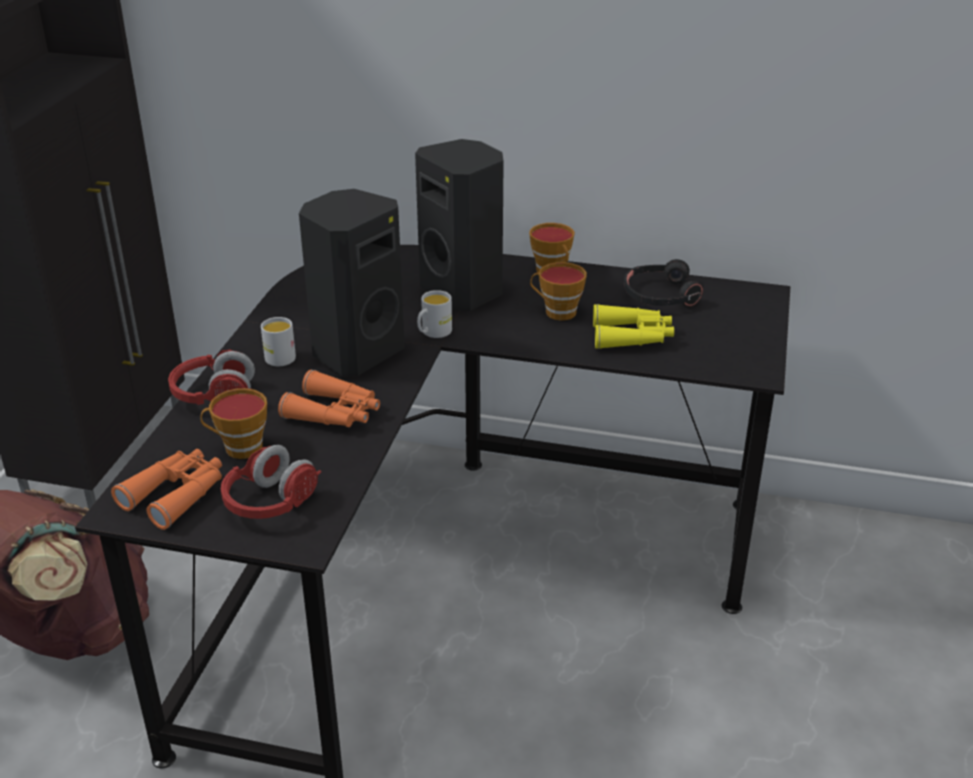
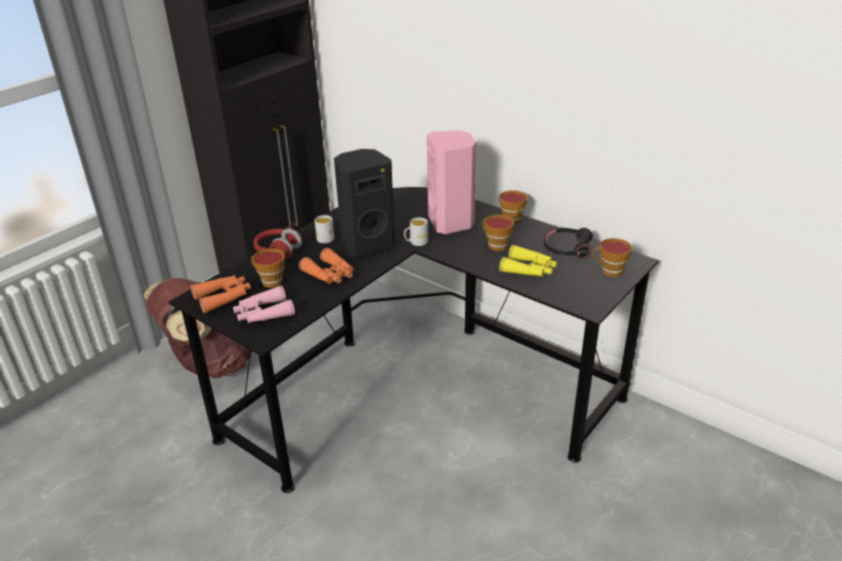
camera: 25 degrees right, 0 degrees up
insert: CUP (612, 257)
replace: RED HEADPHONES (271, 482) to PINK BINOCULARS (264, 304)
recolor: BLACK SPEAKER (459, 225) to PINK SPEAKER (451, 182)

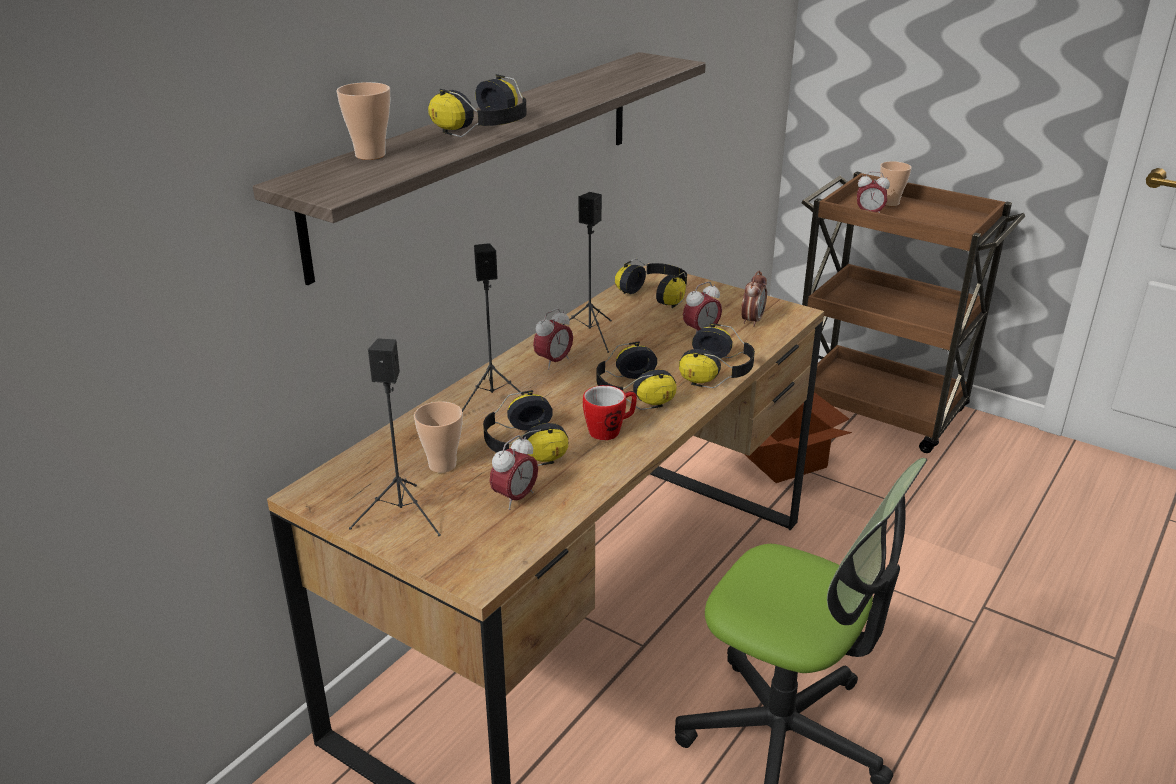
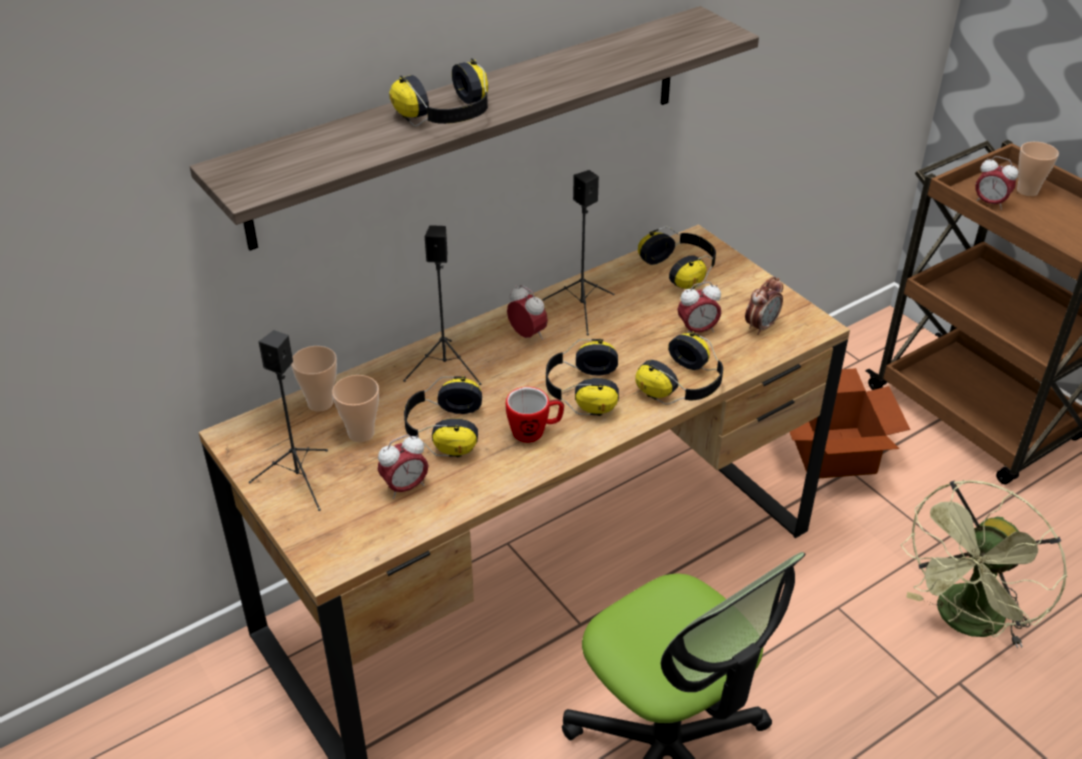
camera: 20 degrees right, 10 degrees up
insert: GREEN FAN (984, 564)
move: CUP (363, 121) to (314, 379)
rotate: ALARM CLOCK (553, 339) = (527, 312) 105 degrees counterclockwise

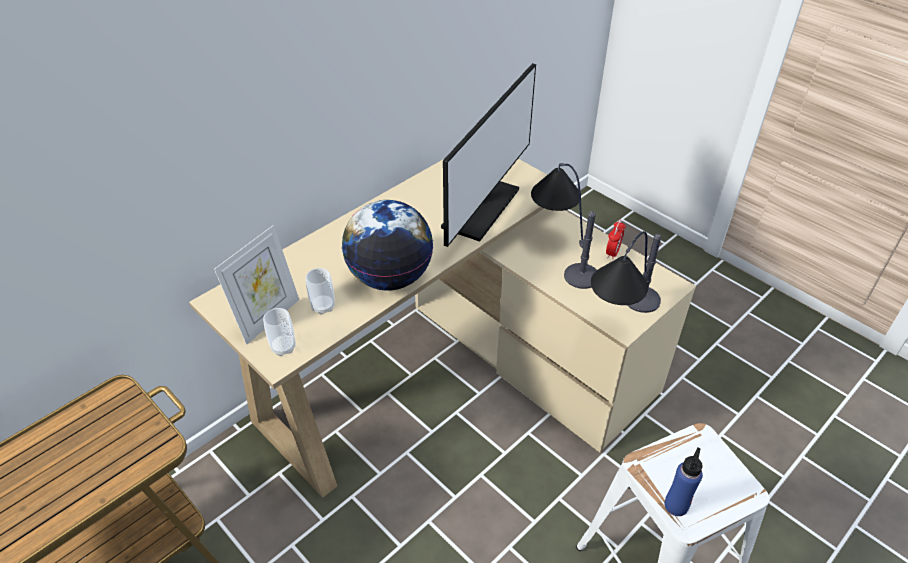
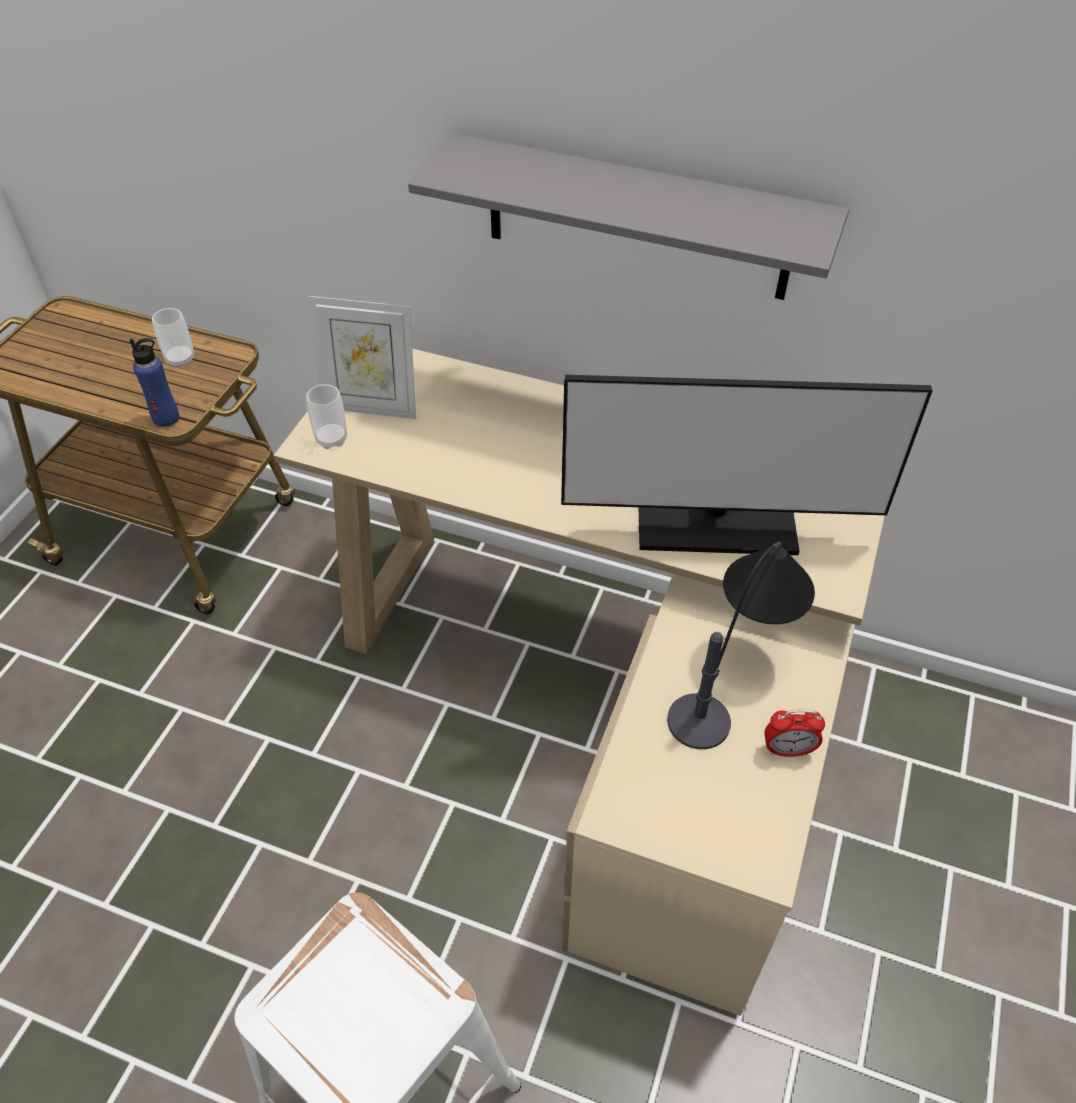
camera: 65 degrees right, 5 degrees up
delete: GLOBE (387, 245); TABLE LAMP (626, 272)
insert: GREY SHELF (628, 216)
move: BLUE BOTTLE (684, 481) to (154, 382); CUP (320, 291) to (173, 338)

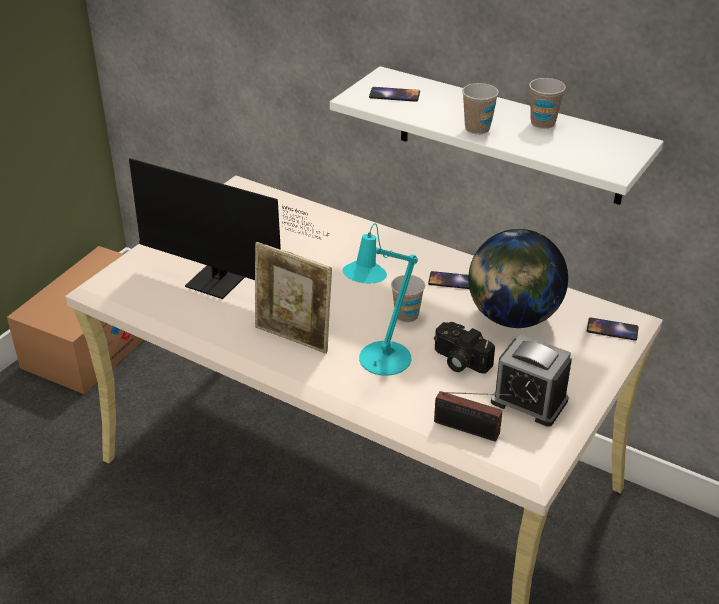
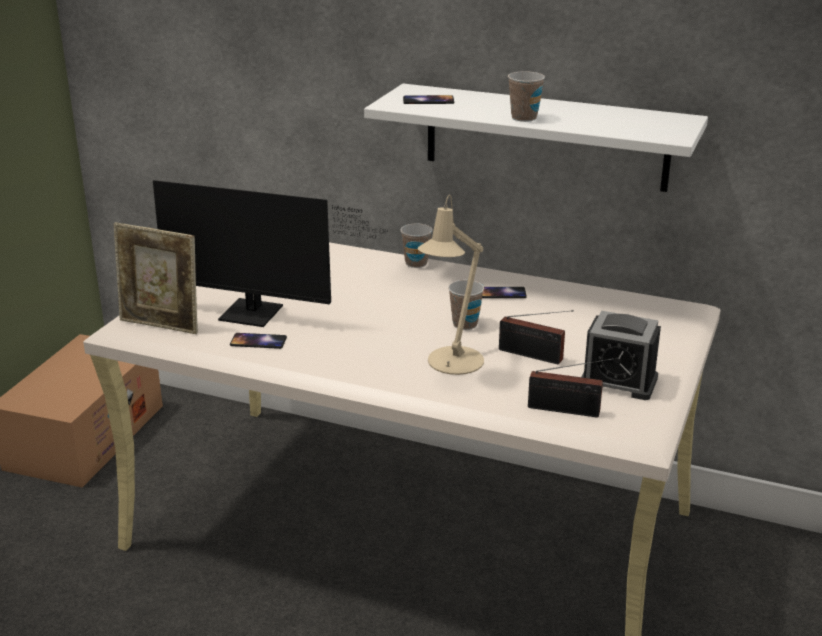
camera: 10 degrees left, 10 degrees down
delete: GLOBE (518, 278)
move: PICTURE FRAME (293, 298) to (156, 278); PHONE (613, 329) to (258, 341); CUP (547, 103) to (416, 245)
replace: PHOTO CAMERA (464, 348) to RADIO (536, 337)
recolor: TURQUOISE TABLE LAMP (380, 299) to BEIGE TABLE LAMP (451, 285)

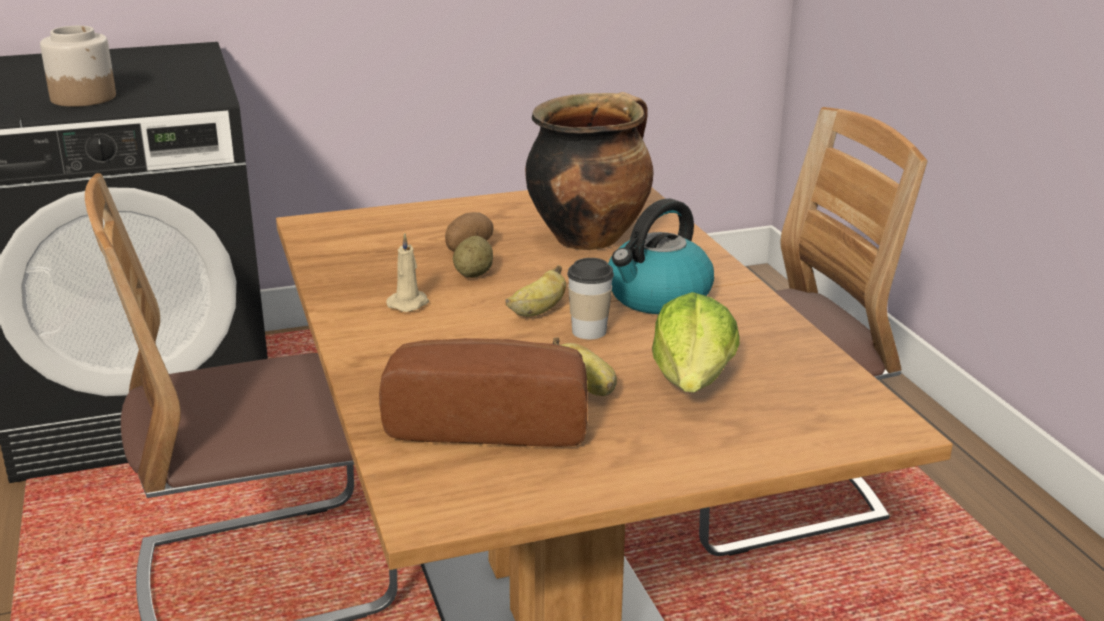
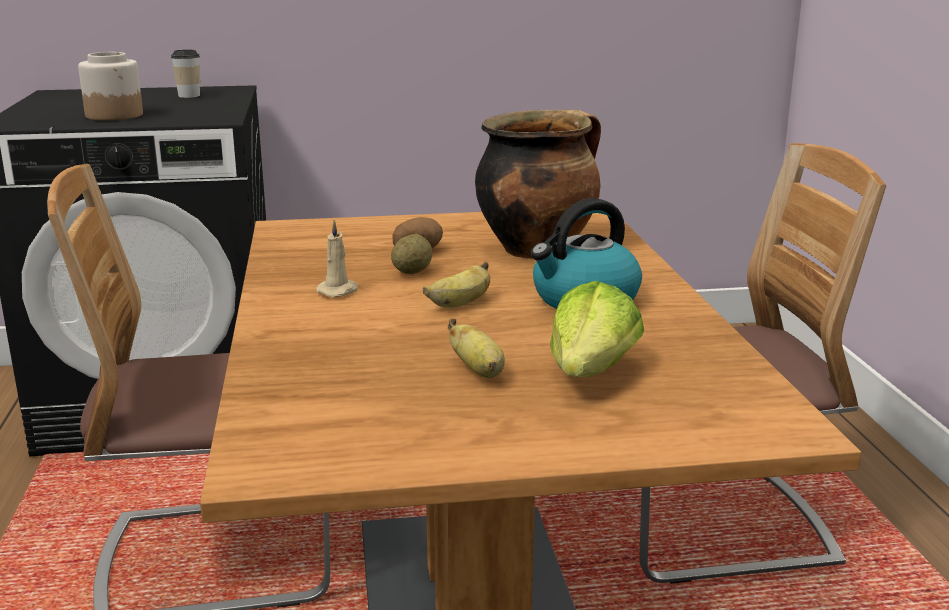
camera: 10 degrees right, 5 degrees down
delete: BREAD (483, 392)
move: CUP (590, 298) to (185, 74)

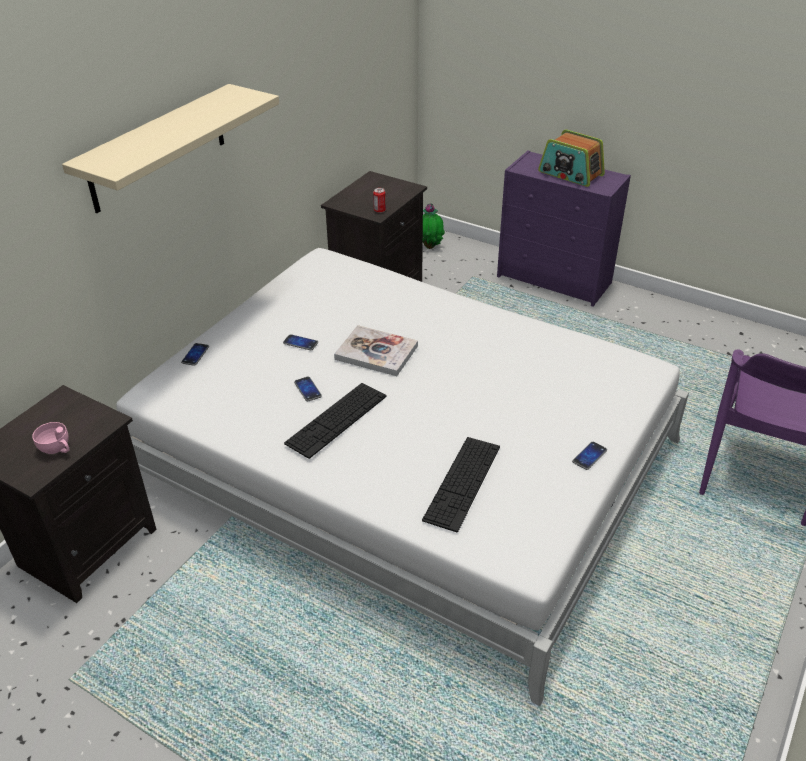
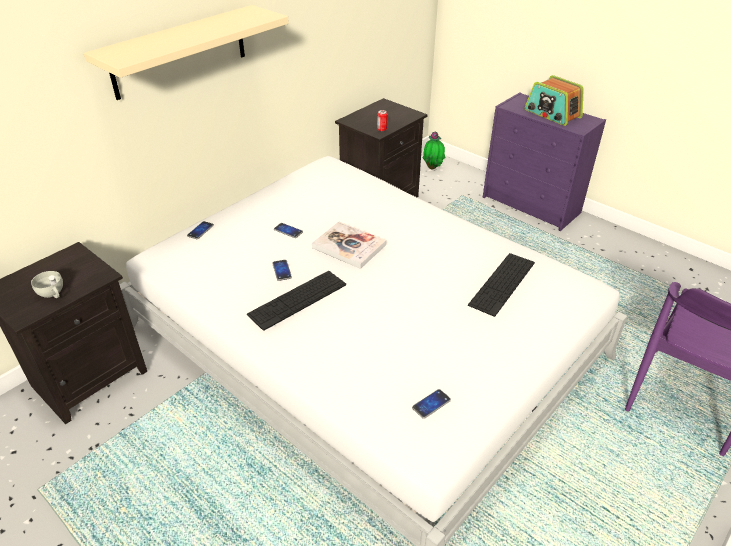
camera: 10 degrees right, 0 degrees up
move: PHONE (589, 456) to (431, 404); KEYBOARD (461, 484) to (501, 285)
recolor: PINK CUP (51, 438) to WHITE CUP (47, 284)

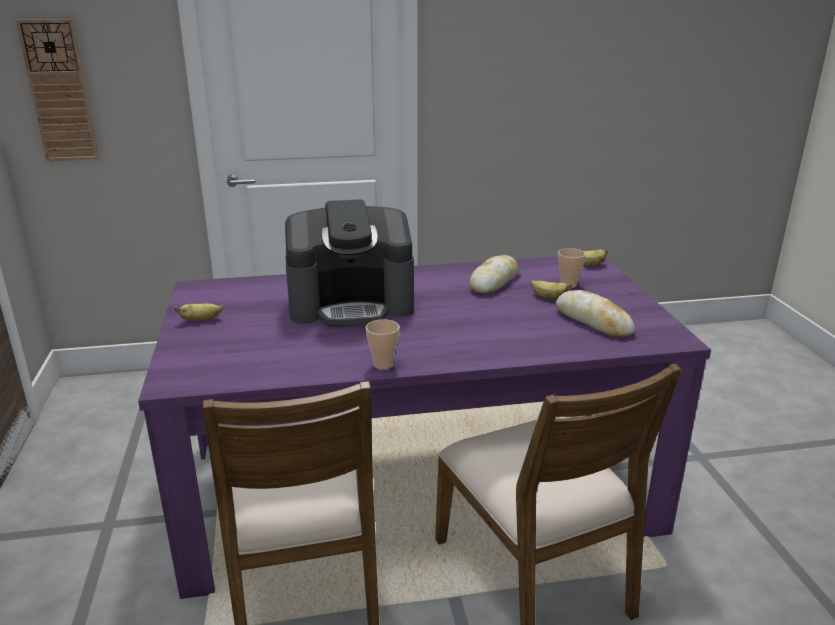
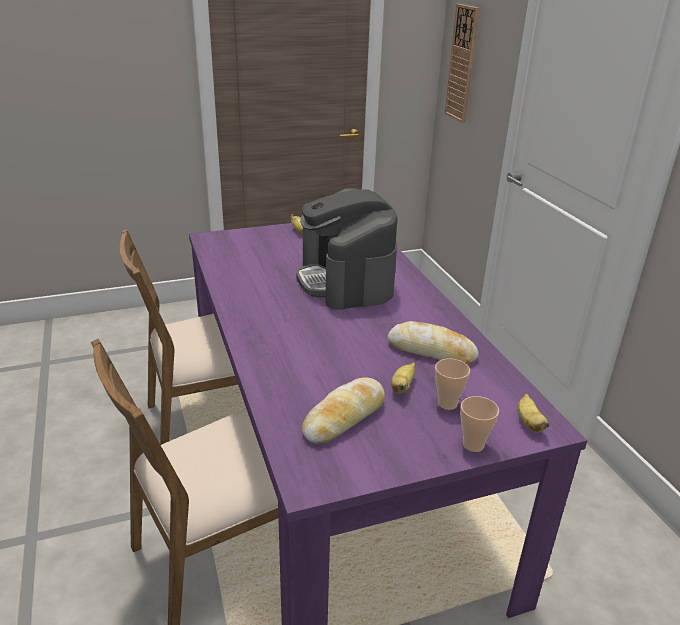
camera: 80 degrees right, 5 degrees up
move: CUP (383, 344) to (479, 424)

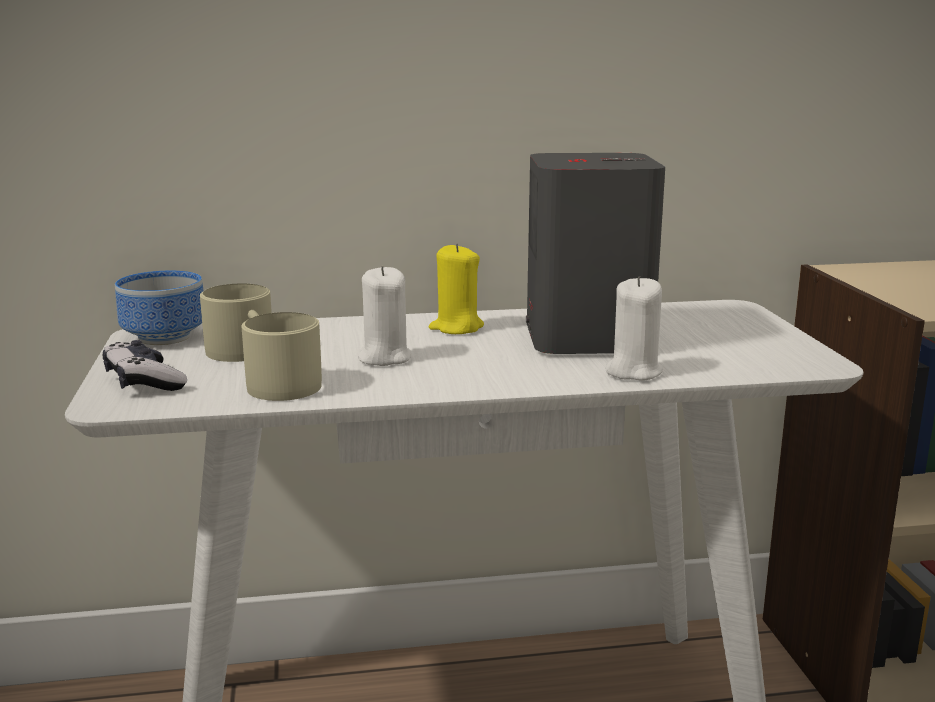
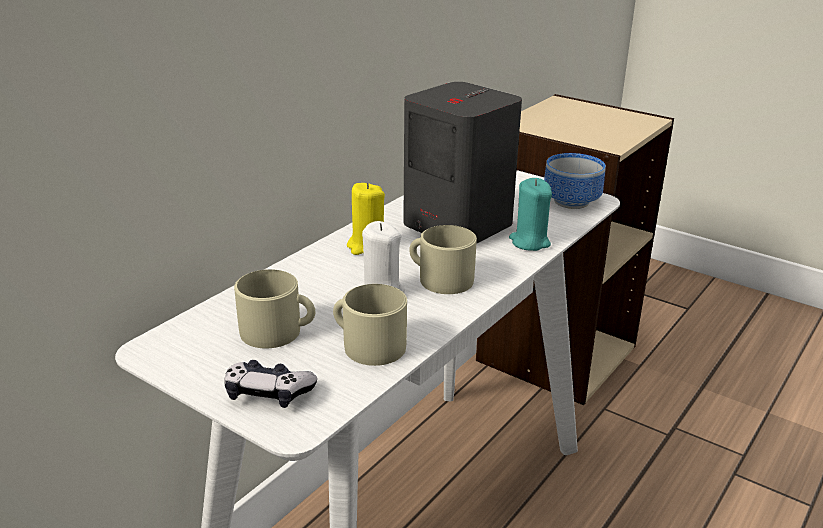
camera: 45 degrees left, 10 degrees up
insert: BEIGE MUG (443, 259)
move: BOWL (159, 308) to (575, 181)
recolor: WHITE CANDLE (634, 328) to TURQUOISE CANDLE (530, 214)

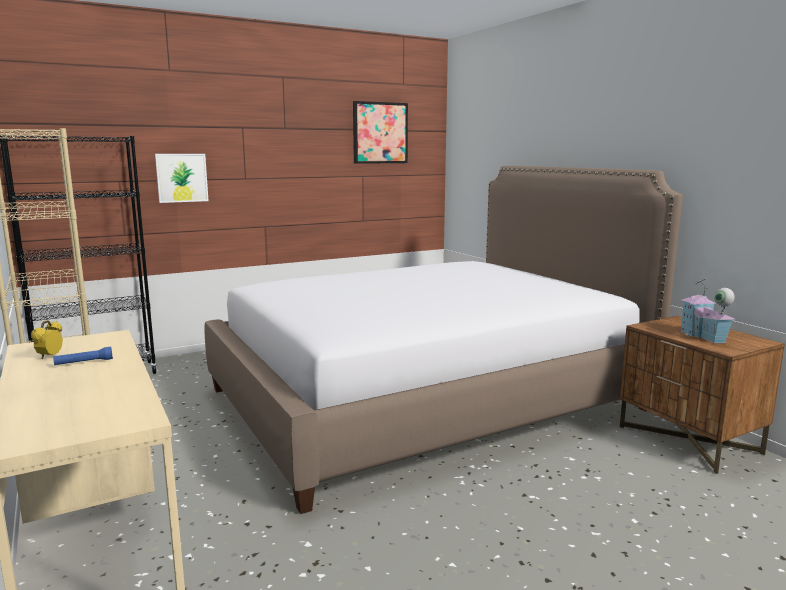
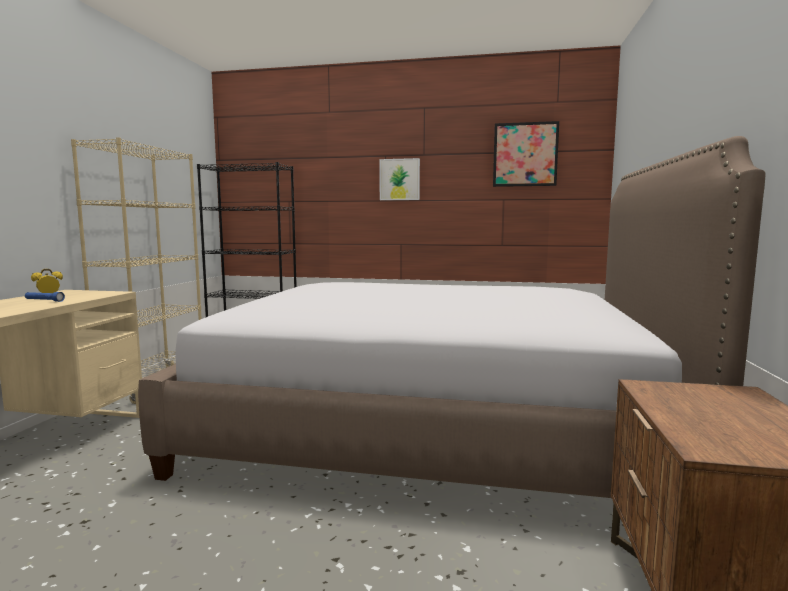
camera: 40 degrees right, 5 degrees down
delete: TOY HOUSE (707, 311)
move: PICTURE (182, 178) to (399, 179)

